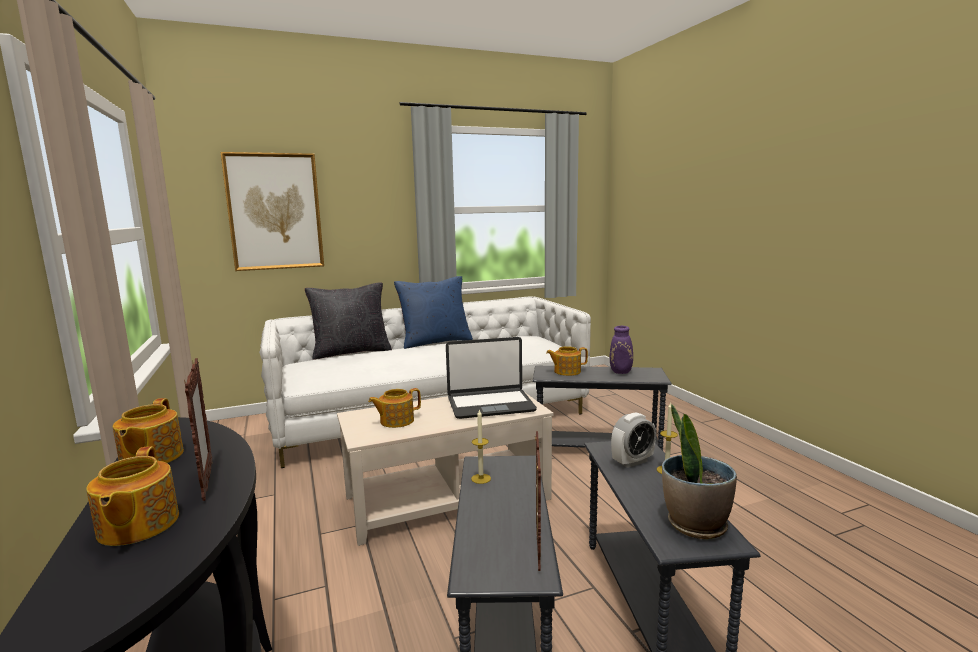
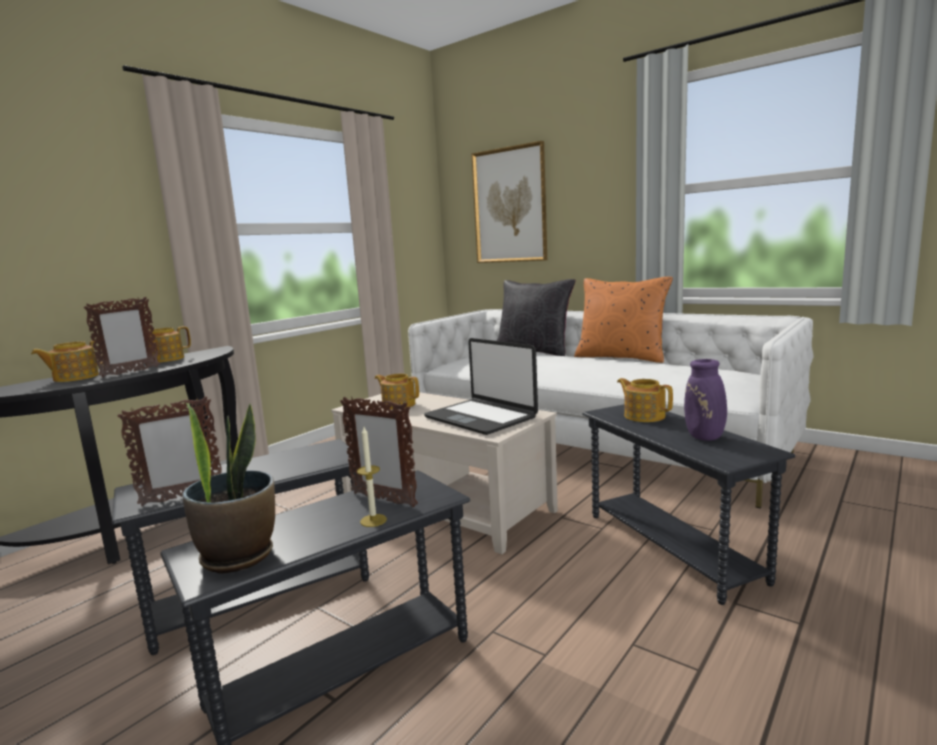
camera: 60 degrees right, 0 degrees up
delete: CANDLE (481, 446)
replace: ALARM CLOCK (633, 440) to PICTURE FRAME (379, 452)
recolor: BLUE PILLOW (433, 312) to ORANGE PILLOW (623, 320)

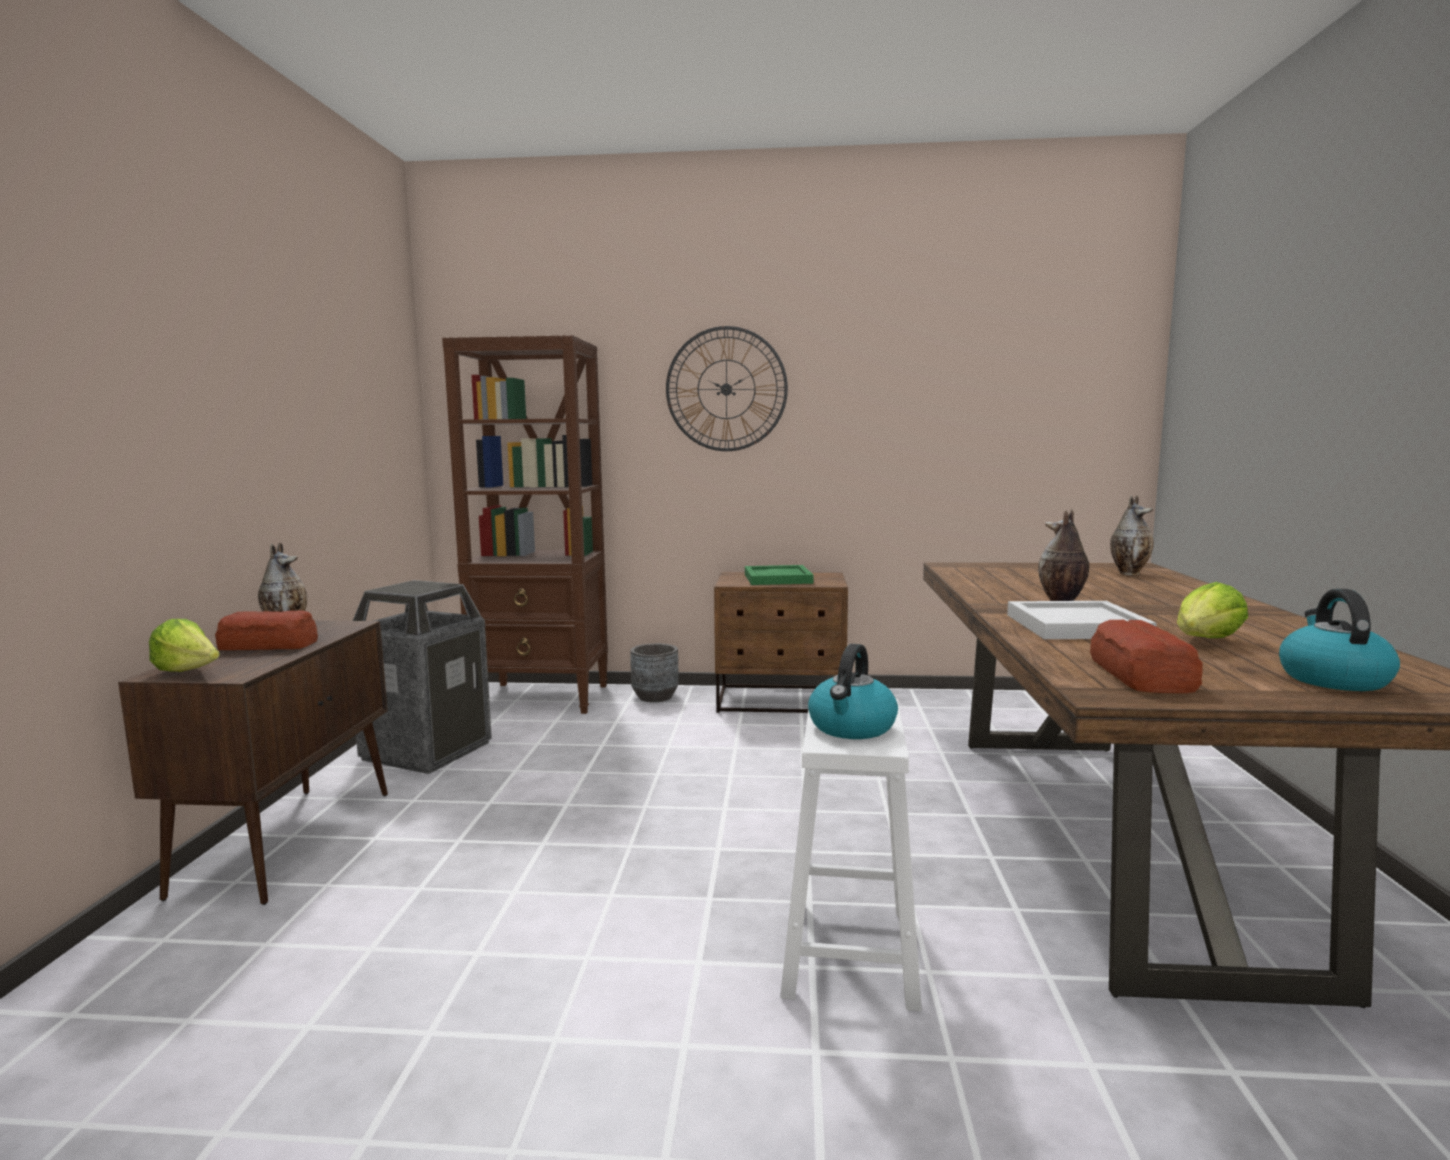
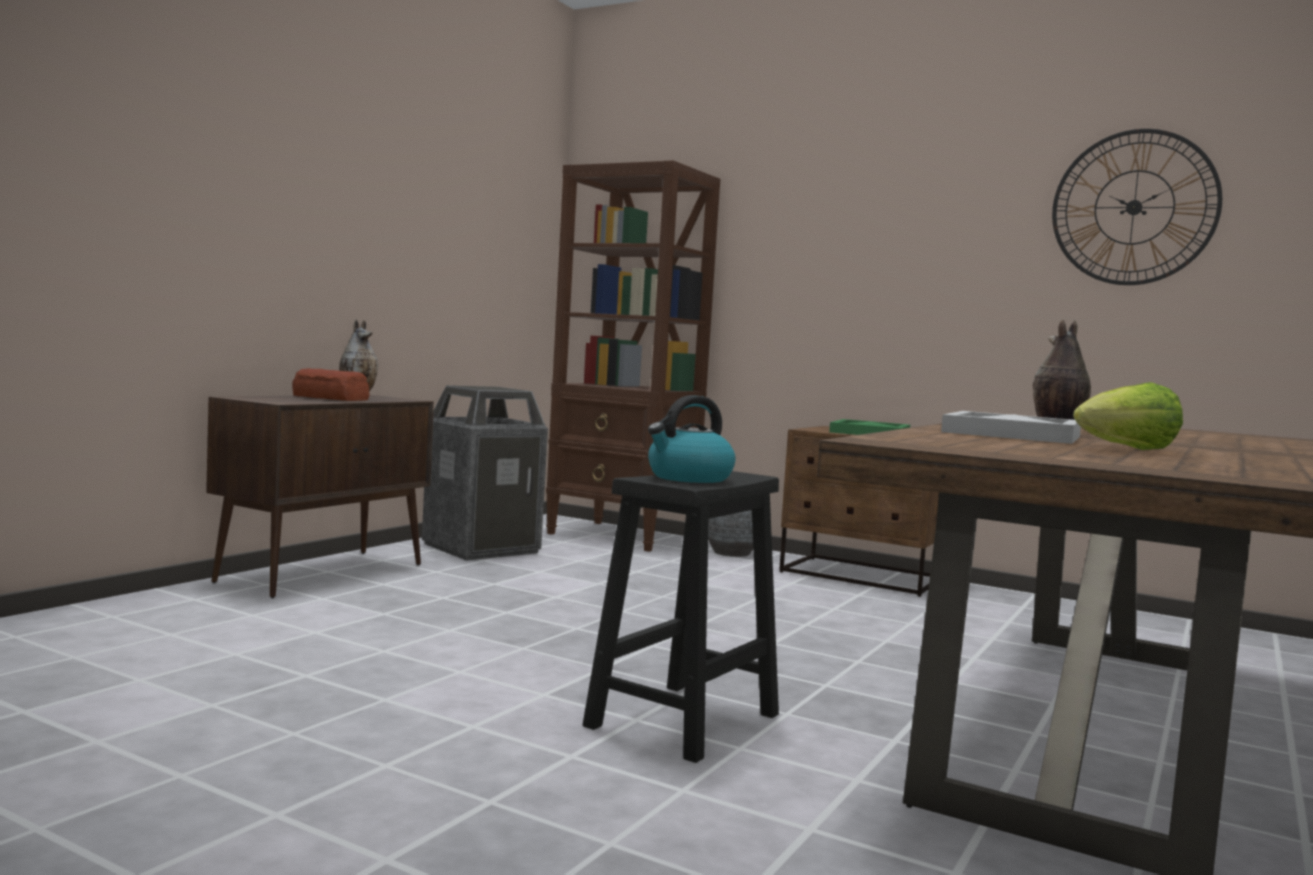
camera: 25 degrees right, 5 degrees down
delete: LETTUCE (184, 645); BREAD (1146, 656); VASE (1132, 535); KETTLE (1339, 640)
move: WALL CLOCK (727, 388) to (1137, 207)
recolor: WHITE STOOL (851, 854) to BLACK STOOL (681, 617)

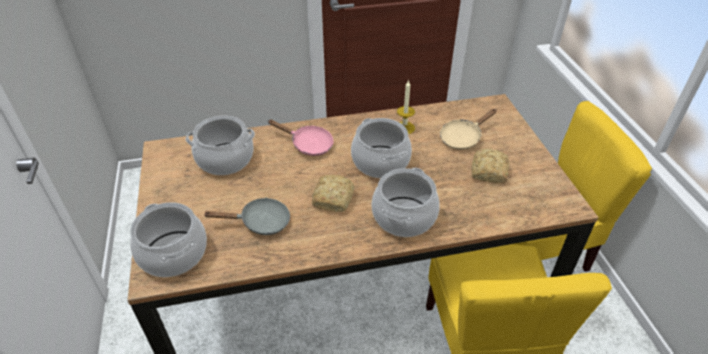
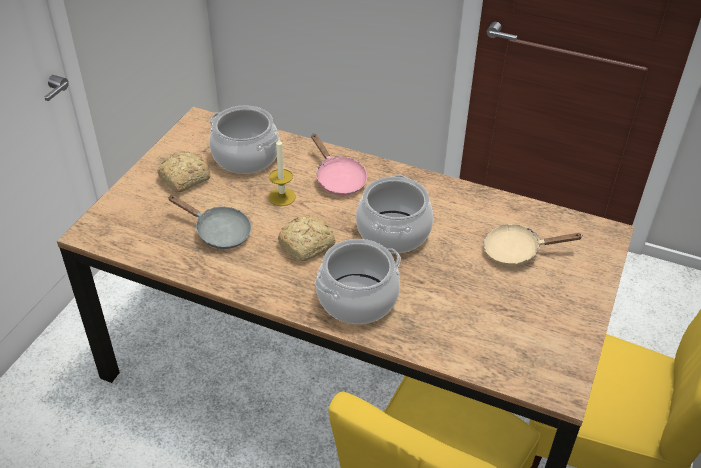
camera: 35 degrees right, 0 degrees up
delete: COOKING POT (168, 239)
move: BREAD (490, 165) to (183, 172); CANDLE (406, 107) to (282, 172)

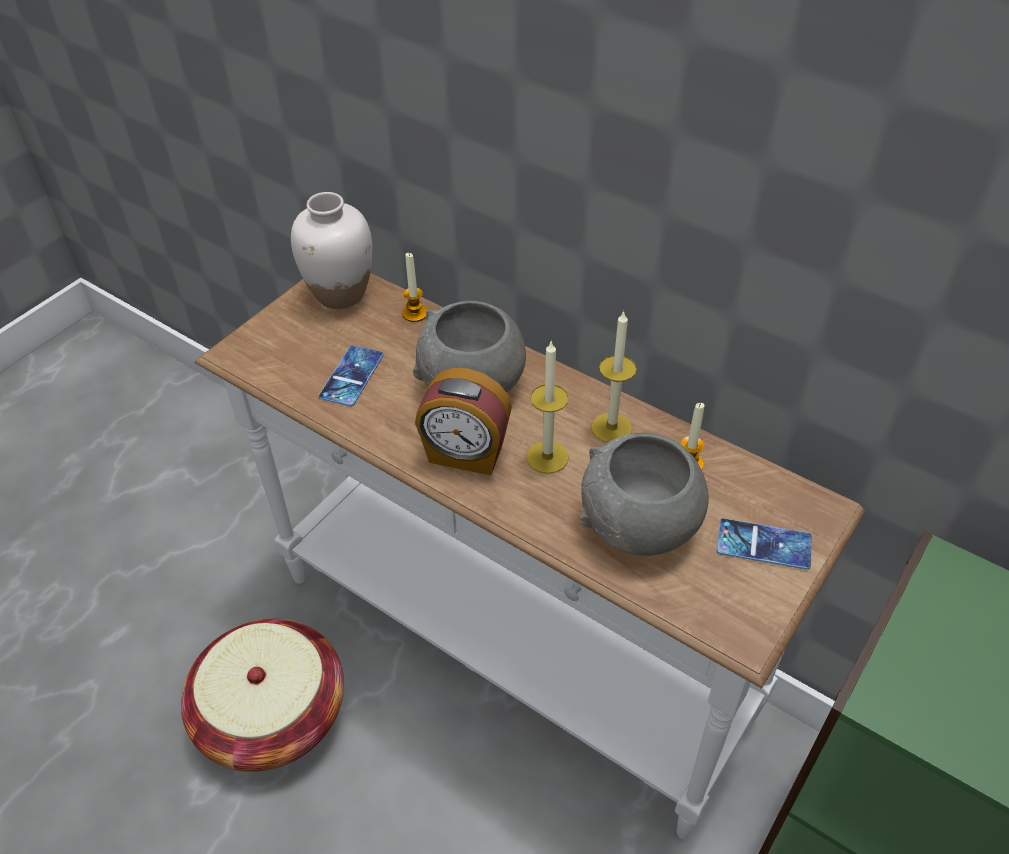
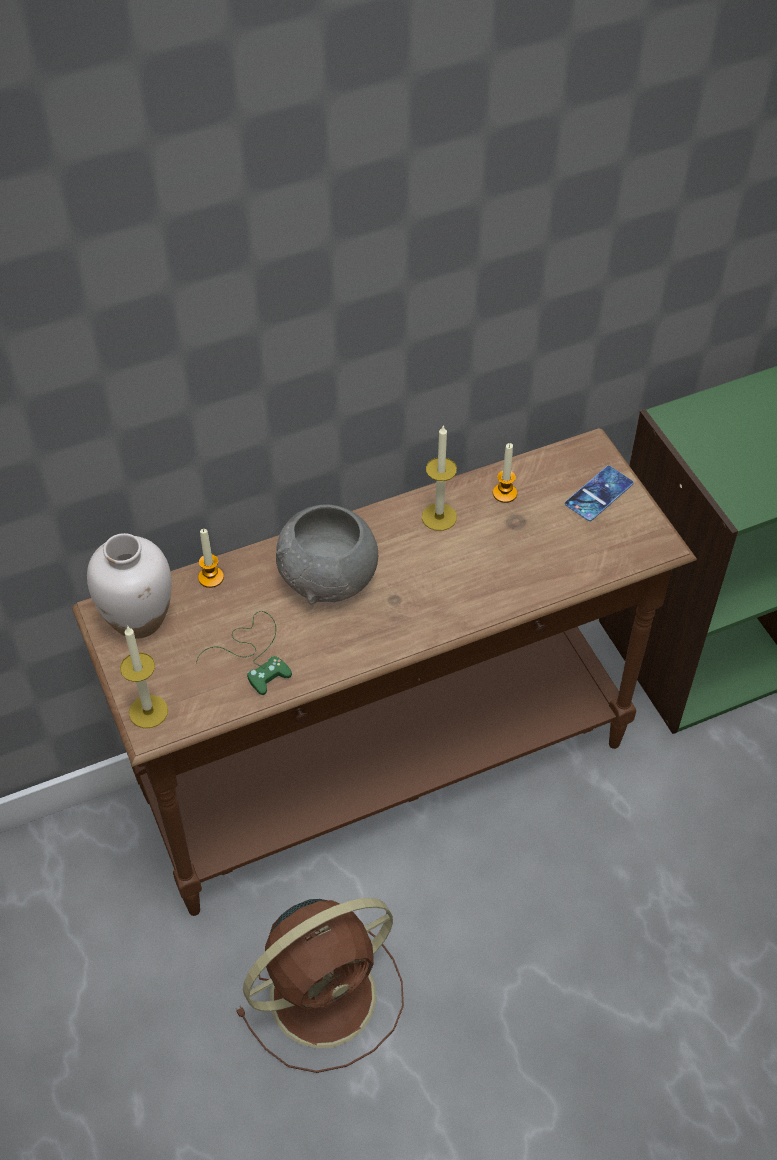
camera: 60 degrees left, 5 degrees up
delete: ALARM CLOCK (463, 421); GREY BOWL (644, 494)
move: CANDLE (547, 407) to (144, 676)
replace: PHONE (351, 375) to GREEN GAME CONTROLLER (244, 653); BASKET (262, 695) to BROWN FAN (320, 985)
recolor: WHITE CONSOLE TABLE (530, 556) to BROWN CONSOLE TABLE (384, 672)

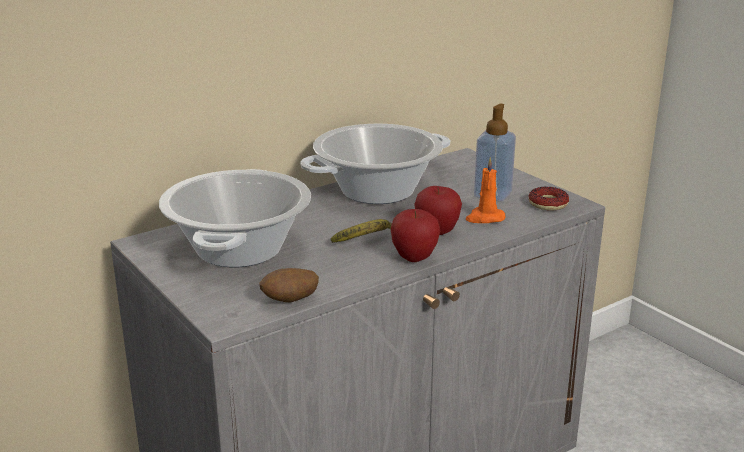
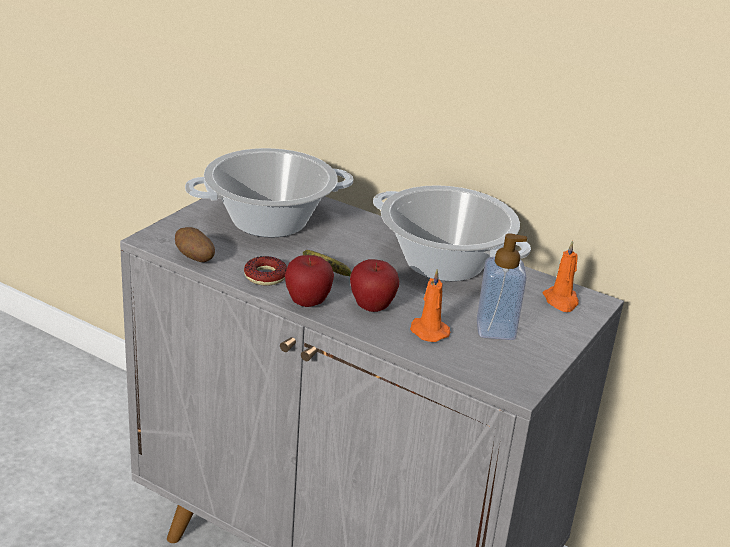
camera: 65 degrees right, 5 degrees up
insert: ORANGE CANDLE (561, 276)
move: DONUT (548, 199) to (265, 271)

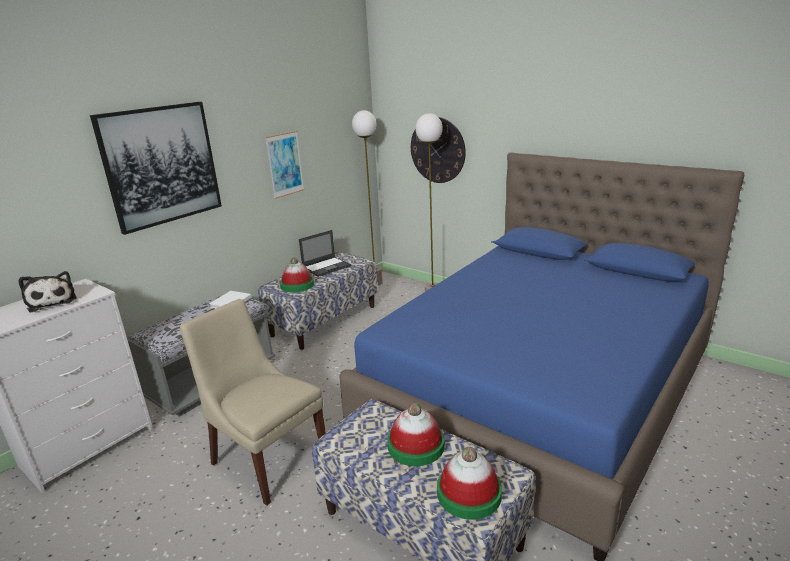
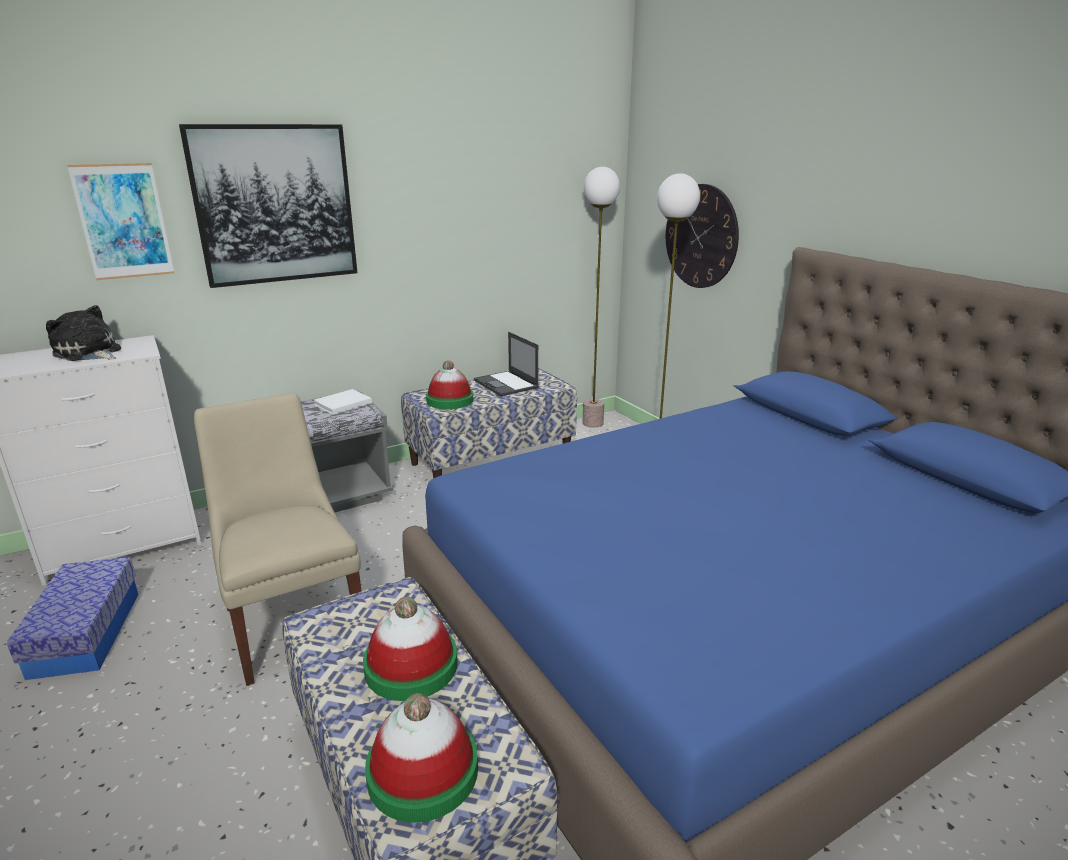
camera: 20 degrees right, 0 degrees up
insert: STORAGE BOX (72, 618)
move: PICTURE (284, 165) to (120, 221)
rotate: PLUSH TOY (48, 292) = (83, 333) 135 degrees clockwise; LAPTOP (325, 253) = (506, 364) 75 degrees clockwise

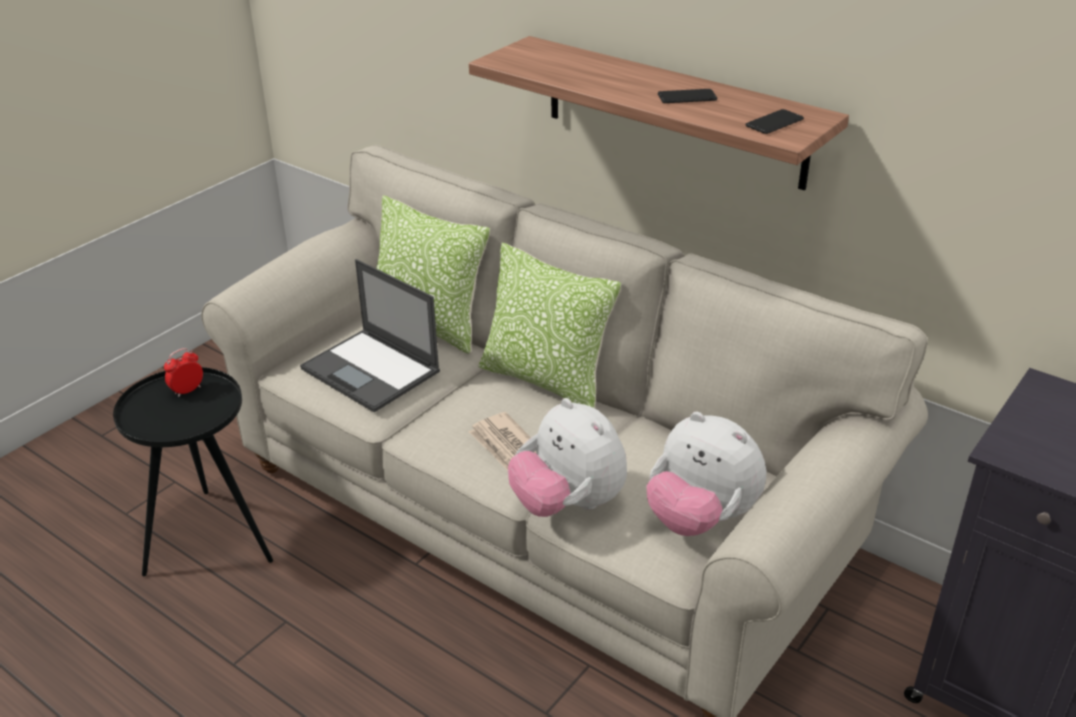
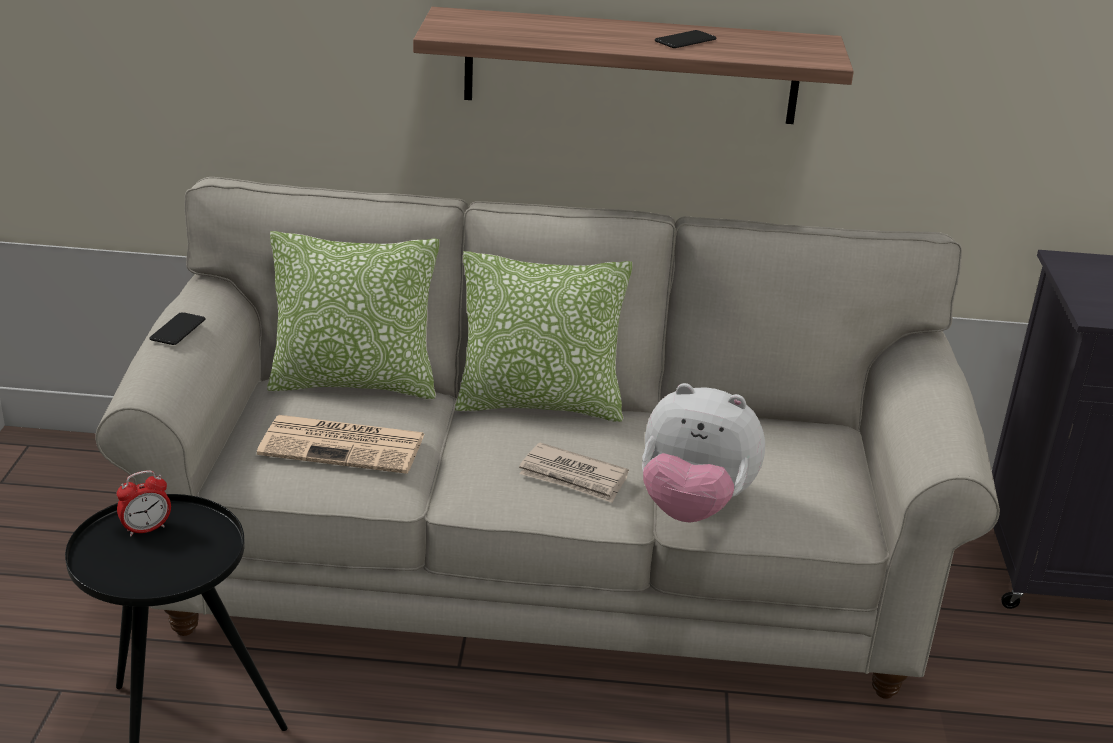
camera: 35 degrees left, 5 degrees down
delete: PLUSH TOY (706, 474)
move: PHONE (774, 121) to (177, 328)
replace: LAPTOP (370, 335) to NEWSPAPER (341, 444)
rotate: ALARM CLOCK (183, 372) = (144, 503) 135 degrees counterclockwise

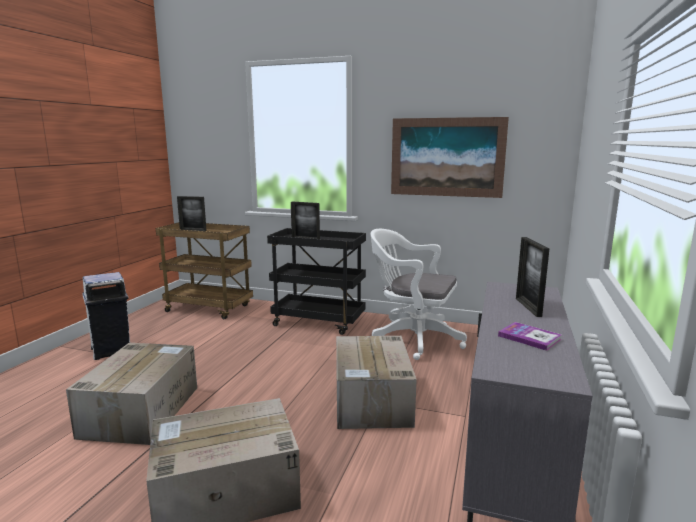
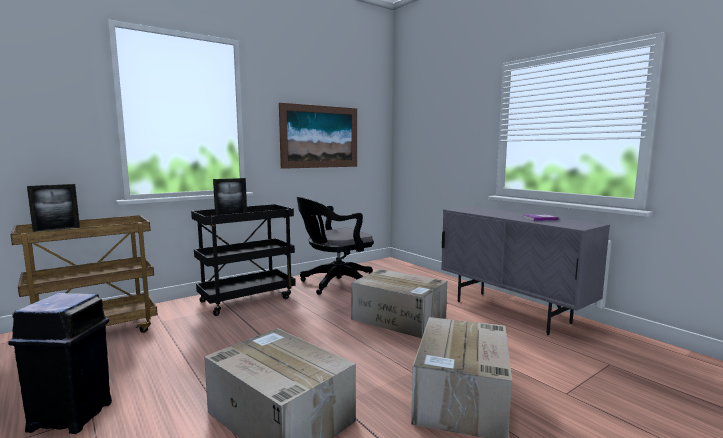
camera: 55 degrees left, 5 degrees down
delete: PICTURE FRAME (533, 277)
recolor: WHITE TRASH CAN (106, 316) to BLACK TRASH CAN (60, 363); WHITE OFFICE CHAIR (419, 294) to BLACK OFFICE CHAIR (335, 246)

